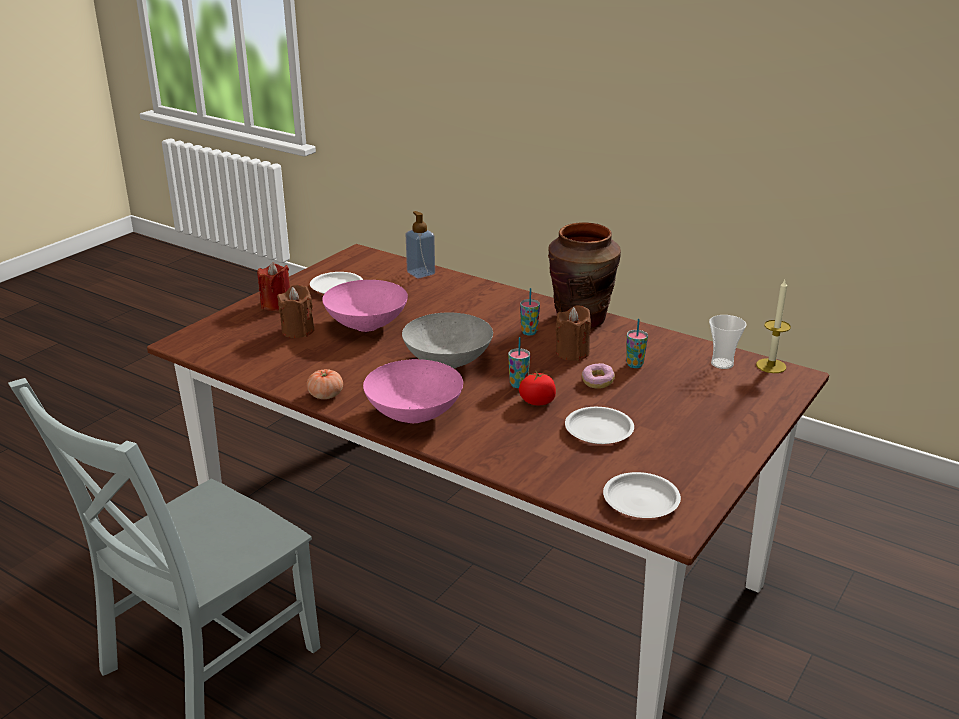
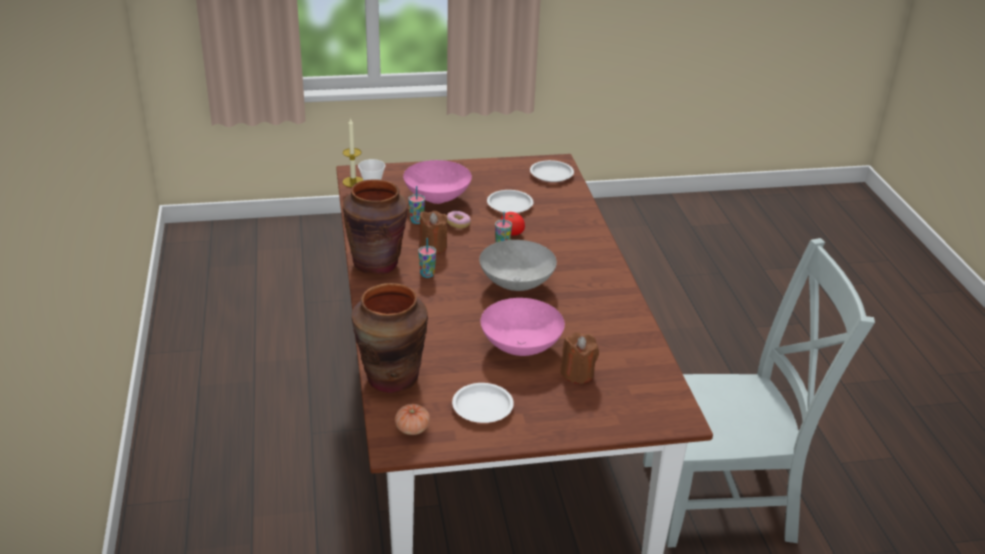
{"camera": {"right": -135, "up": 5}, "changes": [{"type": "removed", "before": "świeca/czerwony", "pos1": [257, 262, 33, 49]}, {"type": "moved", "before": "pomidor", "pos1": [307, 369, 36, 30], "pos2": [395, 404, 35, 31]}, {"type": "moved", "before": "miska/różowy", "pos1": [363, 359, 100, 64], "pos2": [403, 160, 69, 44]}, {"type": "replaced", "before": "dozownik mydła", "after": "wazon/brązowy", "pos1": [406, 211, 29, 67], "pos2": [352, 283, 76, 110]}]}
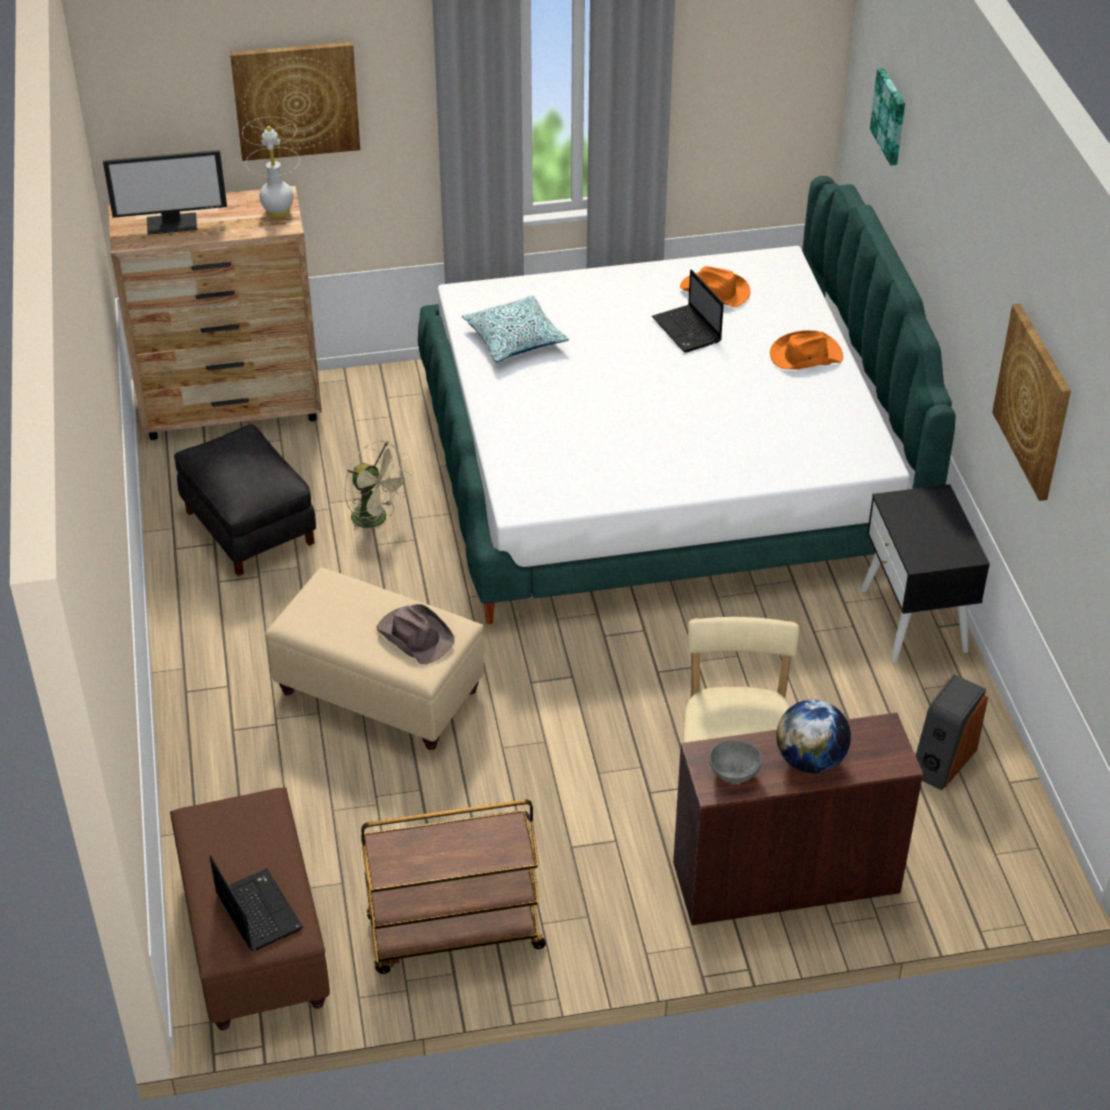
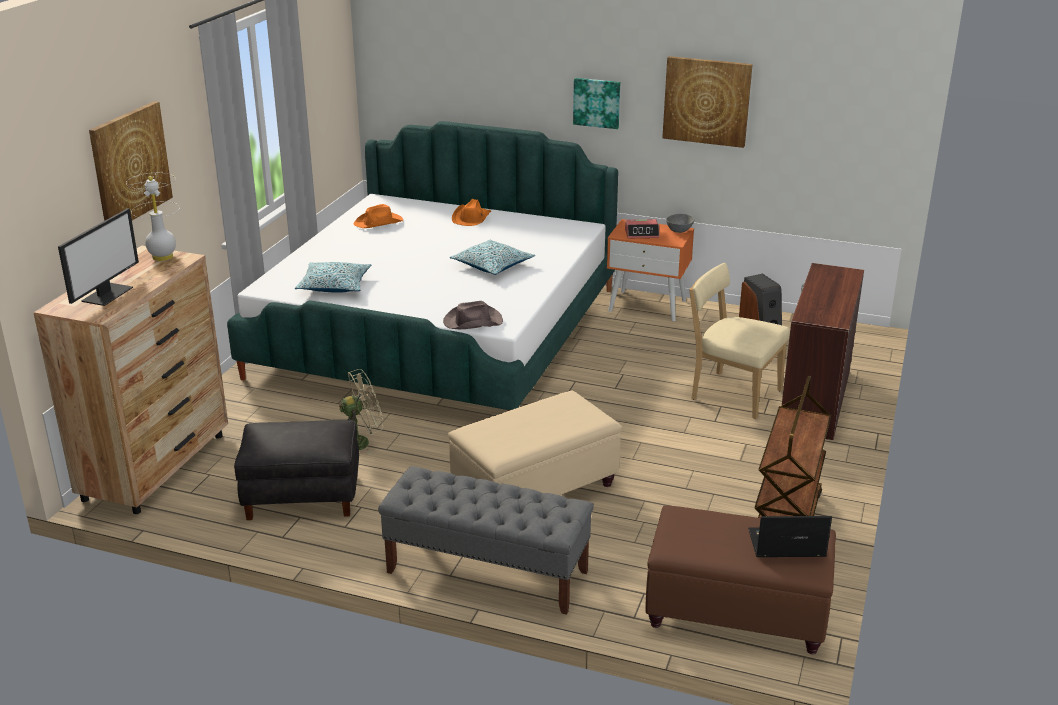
{"camera": {"right": -60, "up": -15}, "changes": [{"type": "moved", "before": "kapelusz/brązowy", "pos1": [377, 604, 77, 60], "pos2": [443, 301, 60, 28]}, {"type": "removed", "before": "laptop", "pos1": [652, 269, 72, 84]}, {"type": "moved", "before": "miska/szary", "pos1": [709, 740, 53, 43], "pos2": [666, 214, 28, 19]}, {"type": "removed", "before": "globus", "pos1": [776, 699, 75, 74]}, {"type": "recoloured", "before": "szafka nocna/czarny", "after": "szafka nocna/pomarańczowy", "pos1": [861, 484, 129, 179], "pos2": [607, 219, 87, 102]}, {"type": "moved", "before": "obraz", "pos1": [870, 68, 35, 98], "pos2": [573, 78, 47, 51]}, {"type": "added", "after": "ławka/szary", "pos2": [378, 466, 216, 149]}, {"type": "added", "after": "poduszka", "pos2": [450, 240, 85, 35]}, {"type": "added", "after": "budzik", "pos2": [625, 219, 35, 20]}]}
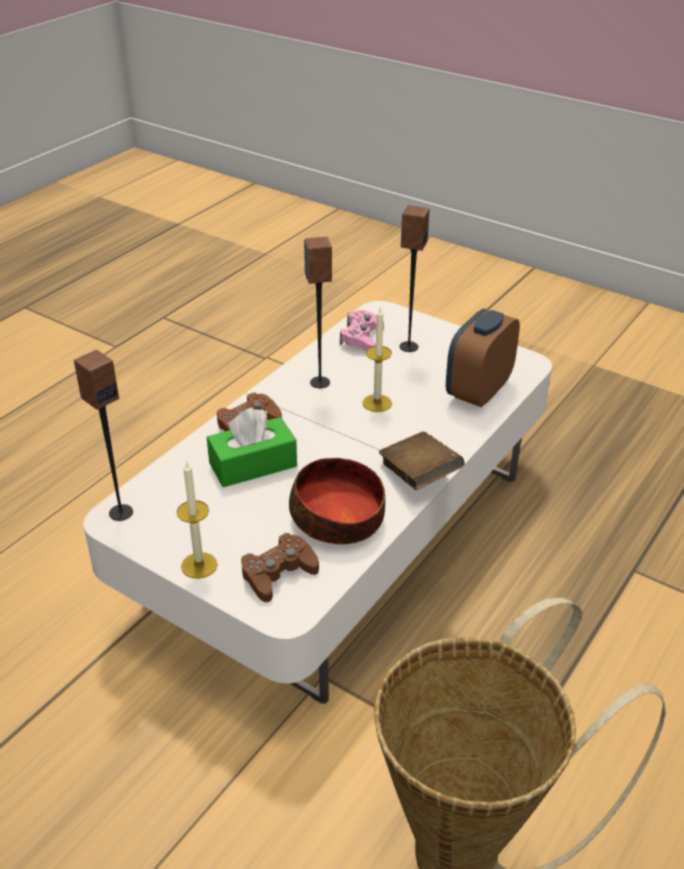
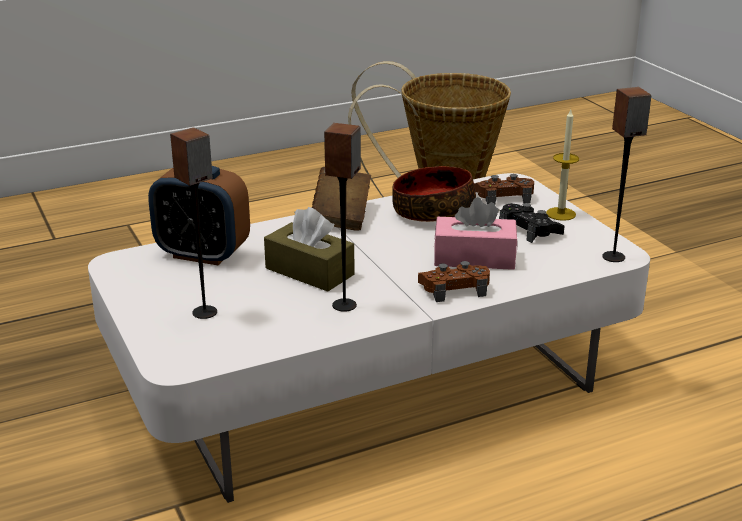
{"camera": {"right": -150, "up": -10}, "changes": [{"type": "recoloured", "before": "pudełko chusteczek/zielony", "after": "pudełko chusteczek/różowy", "pos1": [207, 408, 90, 79], "pos2": [434, 197, 83, 73]}, {"type": "removed", "before": "pad do gier/różowy", "pos1": [340, 310, 44, 41]}, {"type": "replaced", "before": "świeca", "after": "pudełko chusteczek/brązowy", "pos1": [362, 308, 30, 104], "pos2": [264, 207, 91, 85]}, {"type": "turned", "before": "budzik", "pos1": [446, 309, 74, 98], "pos2": [148, 166, 102, 99], "turn": 45}, {"type": "added", "after": "pad do gier/czarny", "pos2": [499, 203, 66, 40]}]}
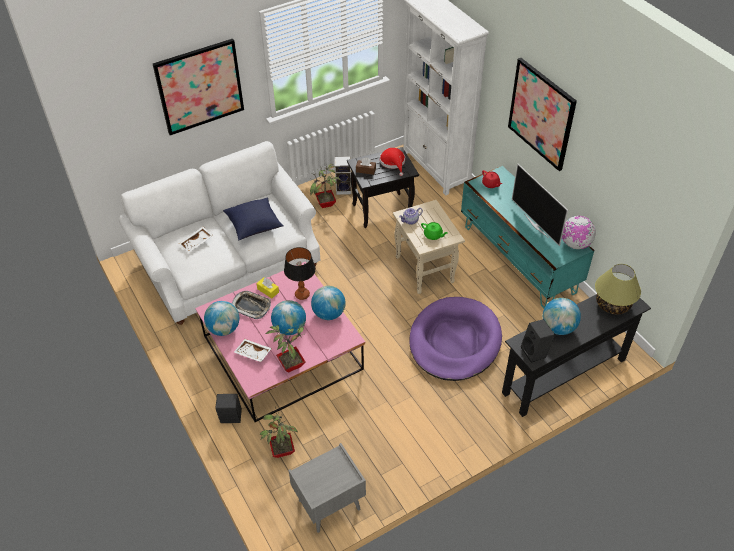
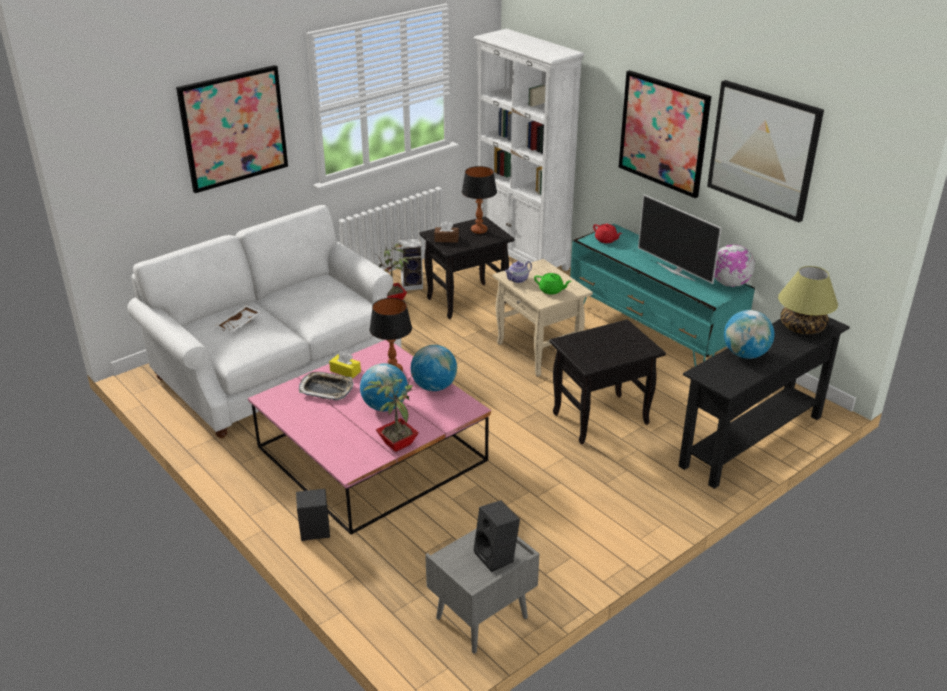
{"camera": {"right": -10, "up": -15}, "changes": [{"type": "removed", "before": "globus", "pos1": [204, 301, 35, 35]}, {"type": "removed", "before": "poduszka/niebieski", "pos1": [223, 198, 61, 42]}, {"type": "removed", "before": "taca/biały", "pos1": [234, 339, 38, 23]}, {"type": "removed", "before": "roślina doniczkowa", "pos1": [260, 408, 38, 50]}, {"type": "replaced", "before": "kapelusz/czerwony", "after": "lampa stołowa", "pos1": [380, 148, 25, 28], "pos2": [462, 166, 35, 68]}, {"type": "replaced", "before": "legowisko/fioletowy", "after": "stolik/czarny", "pos1": [409, 297, 93, 84], "pos2": [550, 319, 116, 126]}, {"type": "moved", "before": "głośnik/czarny", "pos1": [521, 319, 34, 44], "pos2": [474, 500, 46, 72]}, {"type": "added", "after": "obraz", "pos2": [707, 80, 117, 142]}]}
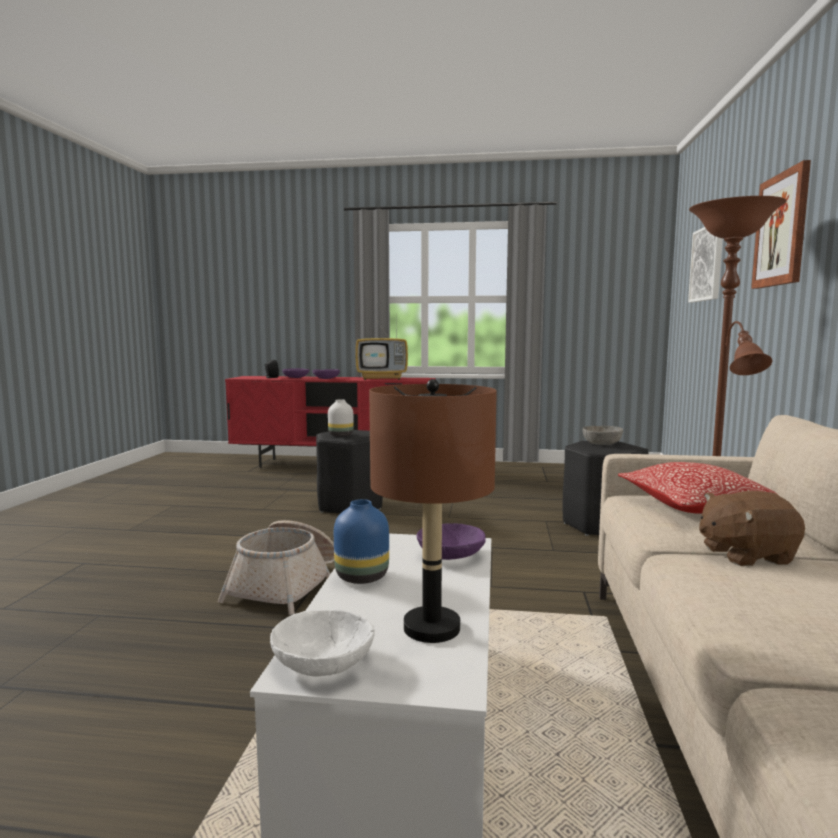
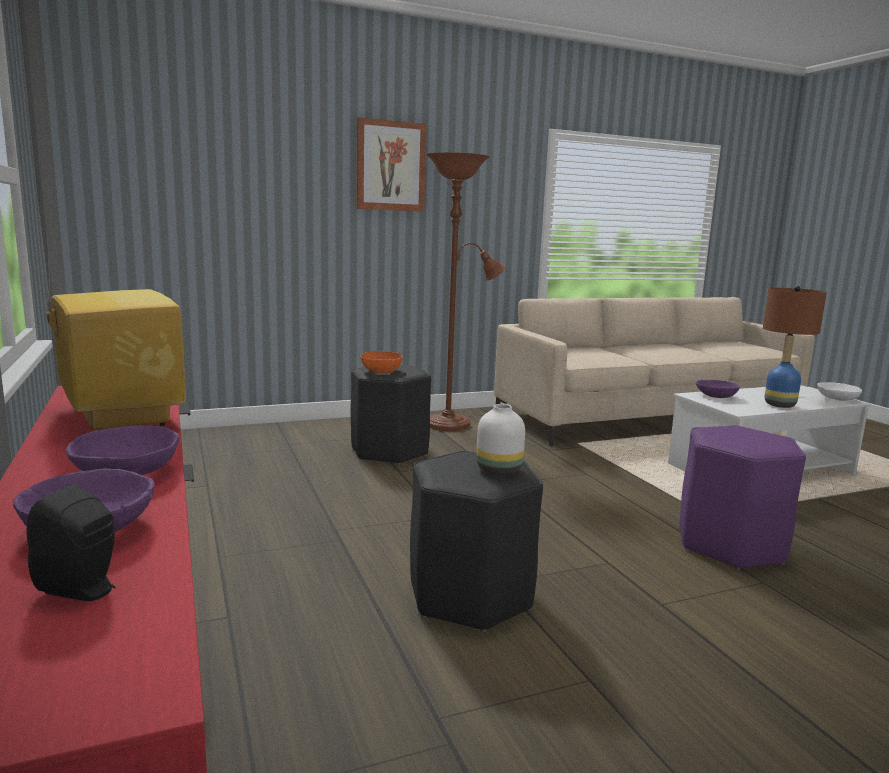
{"camera": {"right": -120, "up": 5}, "changes": [{"type": "replaced", "before": "koszyk", "after": "stołek/fioletowy", "pos1": [218, 520, 116, 95], "pos2": [680, 426, 126, 144]}, {"type": "recoloured", "before": "miska/szary", "after": "miska/pomarańczowy", "pos1": [583, 426, 40, 19], "pos2": [360, 351, 42, 23]}, {"type": "removed", "before": "poduszka", "pos1": [618, 462, 160, 52]}, {"type": "removed", "before": "obraz", "pos1": [688, 227, 35, 75]}, {"type": "removed", "before": "pluszak/brązowy", "pos1": [699, 491, 106, 75]}]}
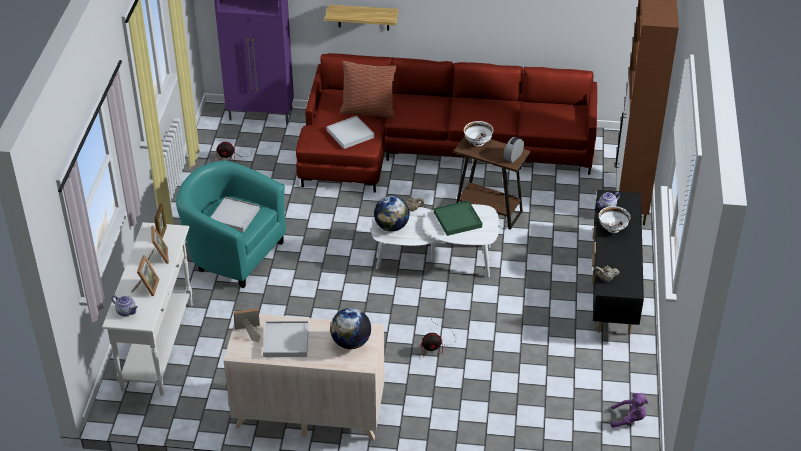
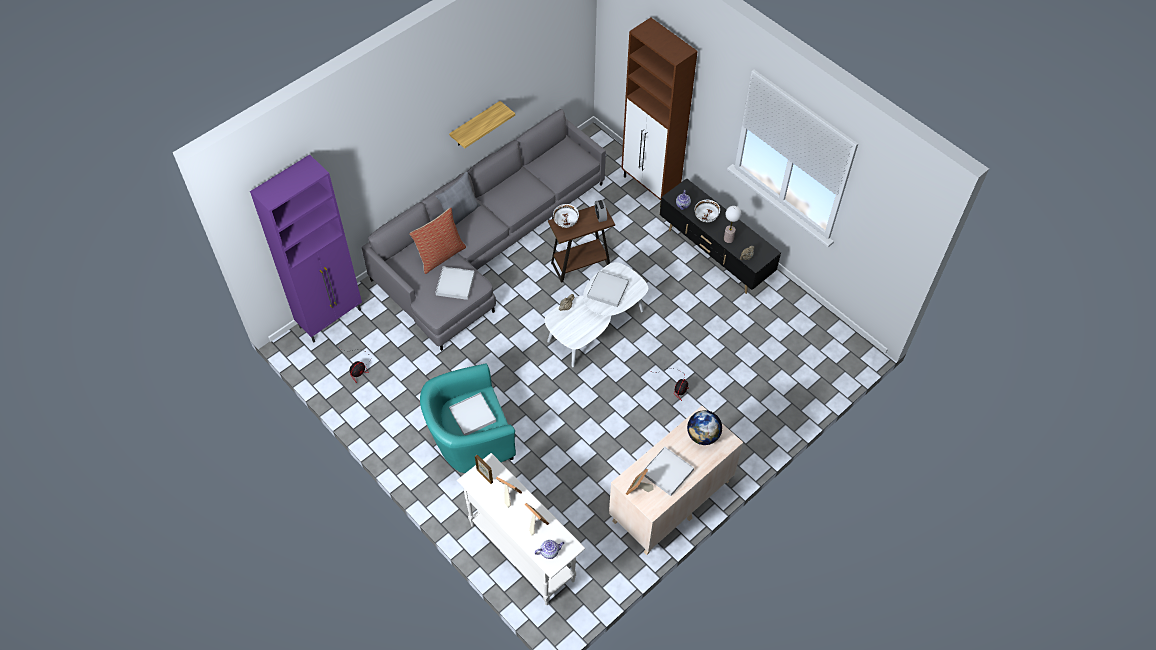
{"camera": {"right": -50, "up": 15}, "changes": [{"type": "recoloured", "before": "kanapa/czerwony", "after": "kanapa/szary", "pos1": [296, 53, 301, 140], "pos2": [362, 109, 244, 242]}, {"type": "moved", "before": "półka", "pos1": [325, 5, 74, 26], "pos2": [449, 101, 66, 48]}, {"type": "removed", "before": "globus", "pos1": [374, 196, 36, 36]}, {"type": "recoloured", "before": "taca/zielony", "after": "taca/biały", "pos1": [434, 200, 48, 36], "pos2": [587, 270, 42, 37]}, {"type": "removed", "before": "pluszak/fioletowy", "pos1": [610, 393, 38, 35]}, {"type": "added", "after": "poduszka/szary", "pos2": [436, 172, 44, 53]}, {"type": "added", "after": "lampa stołowa", "pos2": [724, 206, 17, 37]}]}
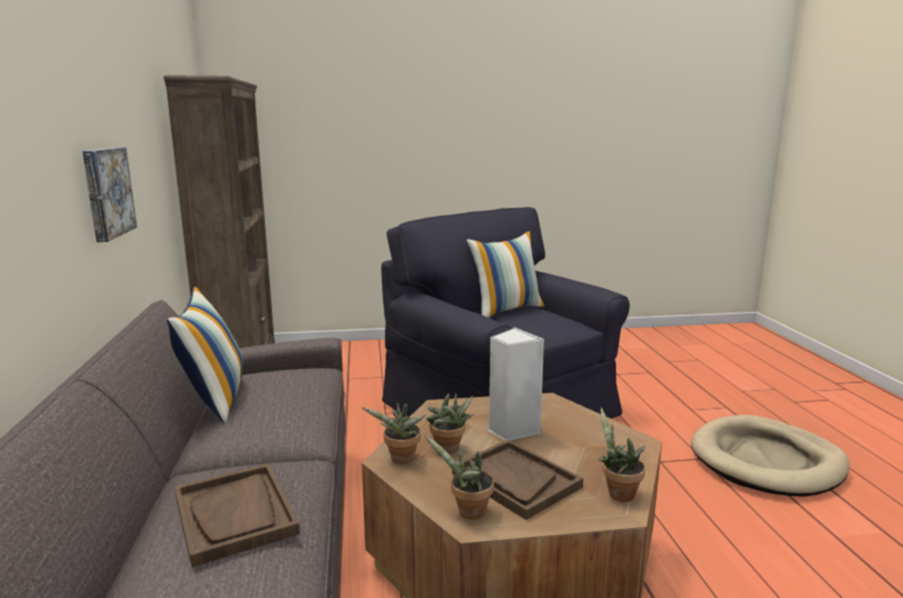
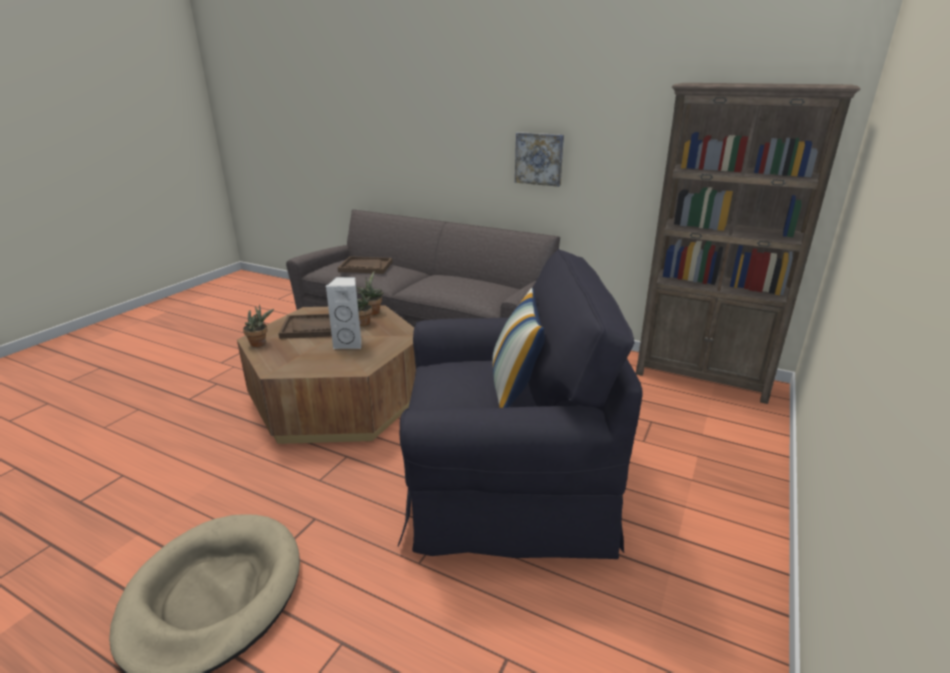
{"camera": {"right": 125, "up": 10}, "changes": [{"type": "removed", "before": "poduszka", "pos1": [167, 286, 76, 137]}, {"type": "removed", "before": "roślina doniczkowa", "pos1": [425, 435, 69, 85]}]}
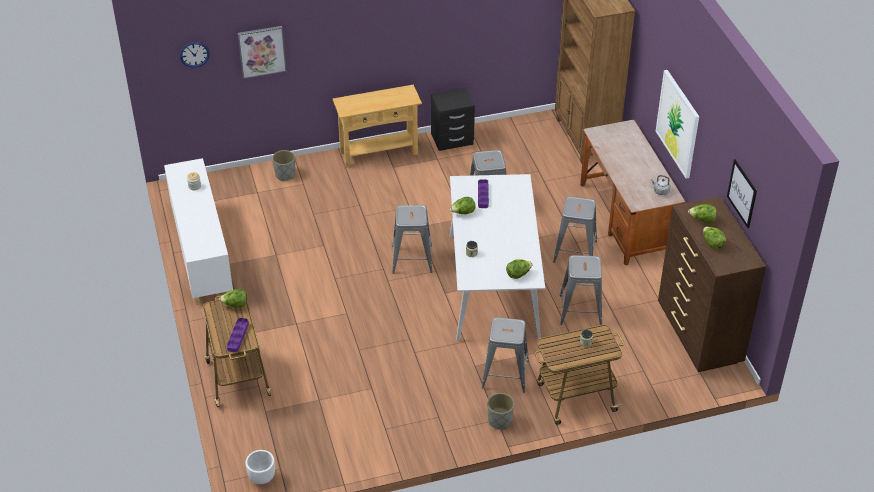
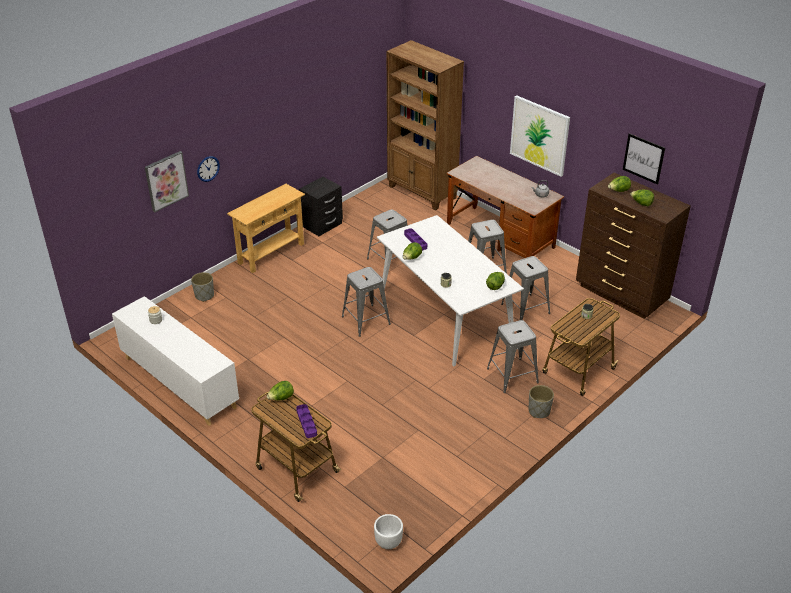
{"camera": {"right": -30, "up": -5}, "changes": [{"type": "moved", "before": "zegar ścienny", "pos1": [180, 42, 30, 25], "pos2": [197, 156, 23, 26]}]}
